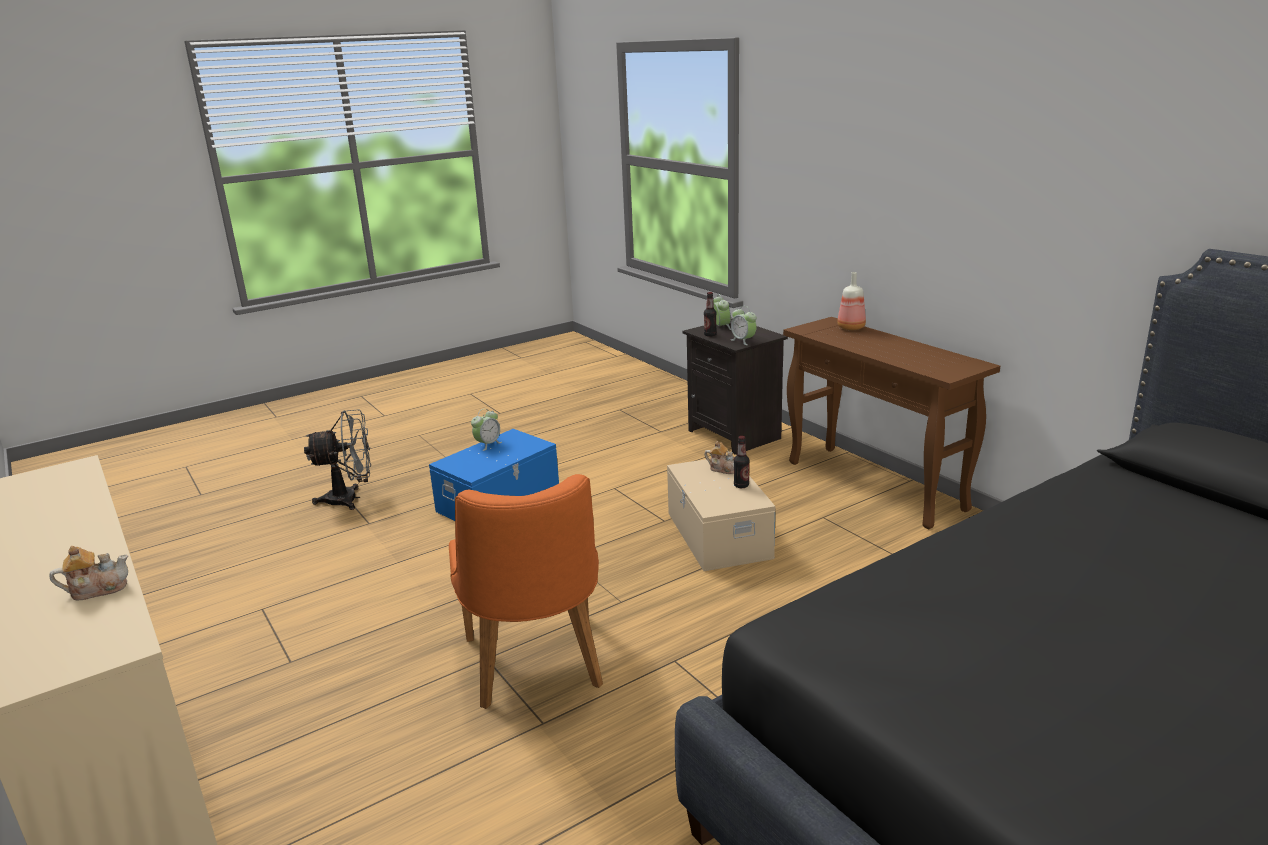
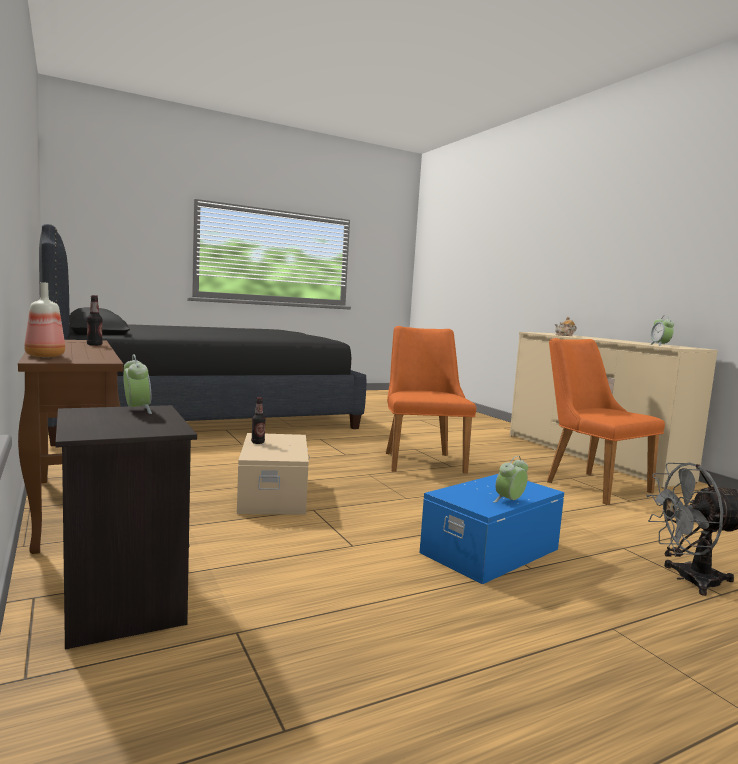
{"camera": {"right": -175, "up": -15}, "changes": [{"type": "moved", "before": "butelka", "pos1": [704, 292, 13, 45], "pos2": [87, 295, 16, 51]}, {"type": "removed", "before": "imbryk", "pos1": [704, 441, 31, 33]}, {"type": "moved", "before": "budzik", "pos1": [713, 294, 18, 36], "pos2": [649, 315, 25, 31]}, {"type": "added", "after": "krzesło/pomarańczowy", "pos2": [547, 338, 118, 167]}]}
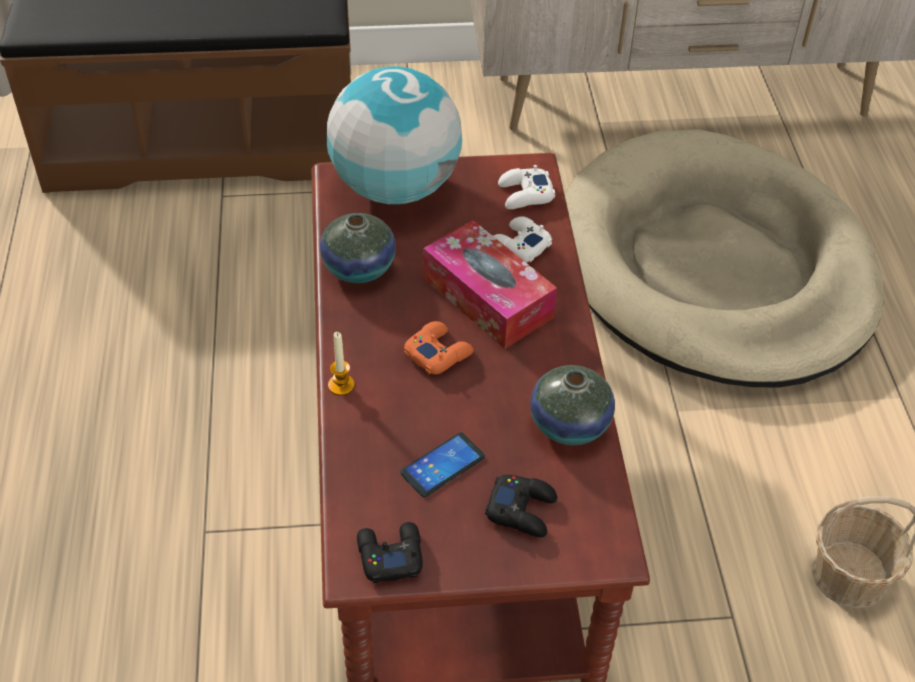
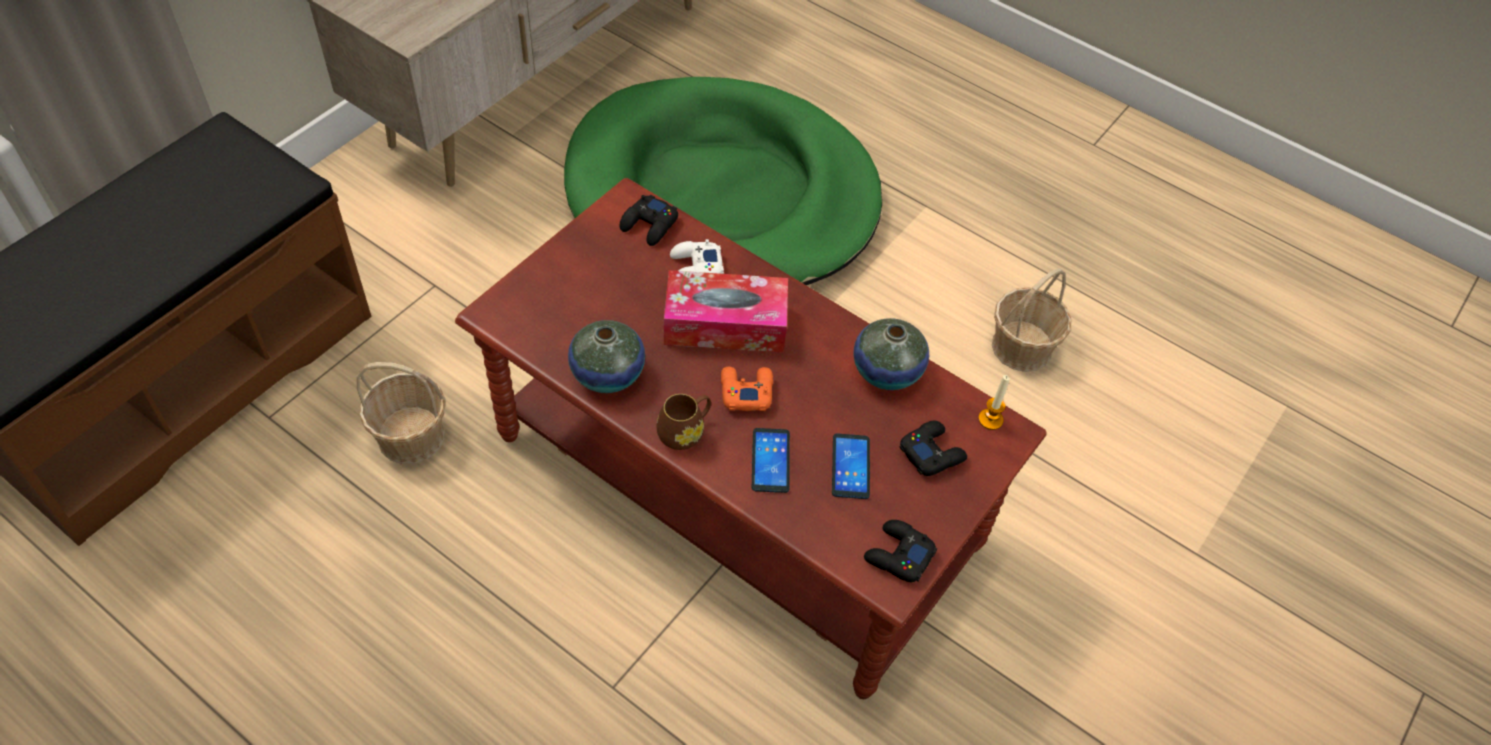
{"camera": {"right": -50, "up": 5}, "changes": [{"type": "removed", "before": "globus", "pos1": [327, 66, 135, 138]}, {"type": "moved", "before": "świeca", "pos1": [328, 332, 27, 64], "pos2": [978, 375, 32, 55]}, {"type": "recoloured", "before": "pad do gier/biały", "after": "pad do gier/czarny", "pos1": [498, 165, 57, 44], "pos2": [620, 195, 58, 51]}, {"type": "recoloured", "before": "legowisko/beżowy", "after": "legowisko/zielony", "pos1": [565, 129, 319, 259], "pos2": [564, 77, 318, 208]}, {"type": "added", "after": "koszyk", "pos2": [357, 362, 88, 102]}, {"type": "added", "after": "kubek/brązowy", "pos2": [657, 394, 54, 56]}, {"type": "added", "after": "telefon", "pos2": [752, 428, 38, 65]}]}
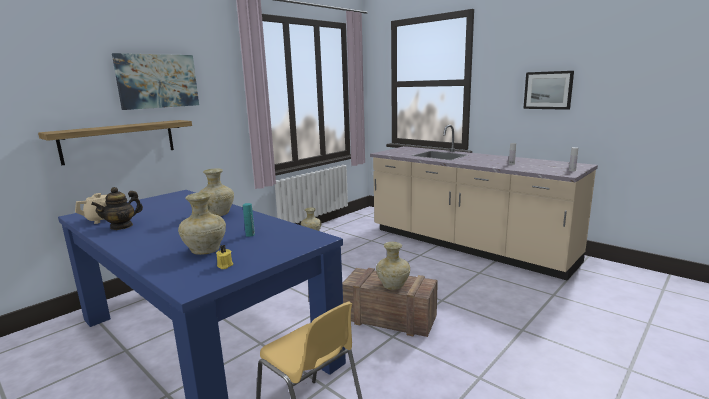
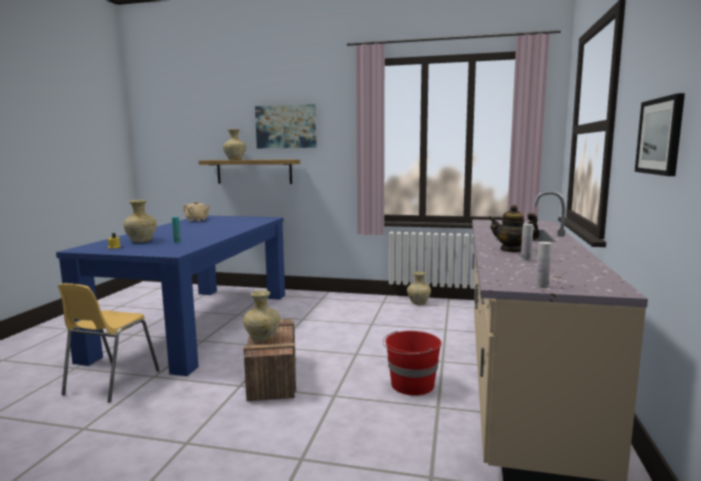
{"camera": {"right": 60, "up": -5}, "changes": [{"type": "moved", "before": "imbryk", "pos1": [91, 187, 52, 43], "pos2": [488, 205, 52, 47]}, {"type": "moved", "before": "wazon/beżowy", "pos1": [200, 168, 34, 48], "pos2": [223, 129, 23, 31]}, {"type": "added", "after": "wiadro/czerwony", "pos2": [383, 331, 58, 65]}]}
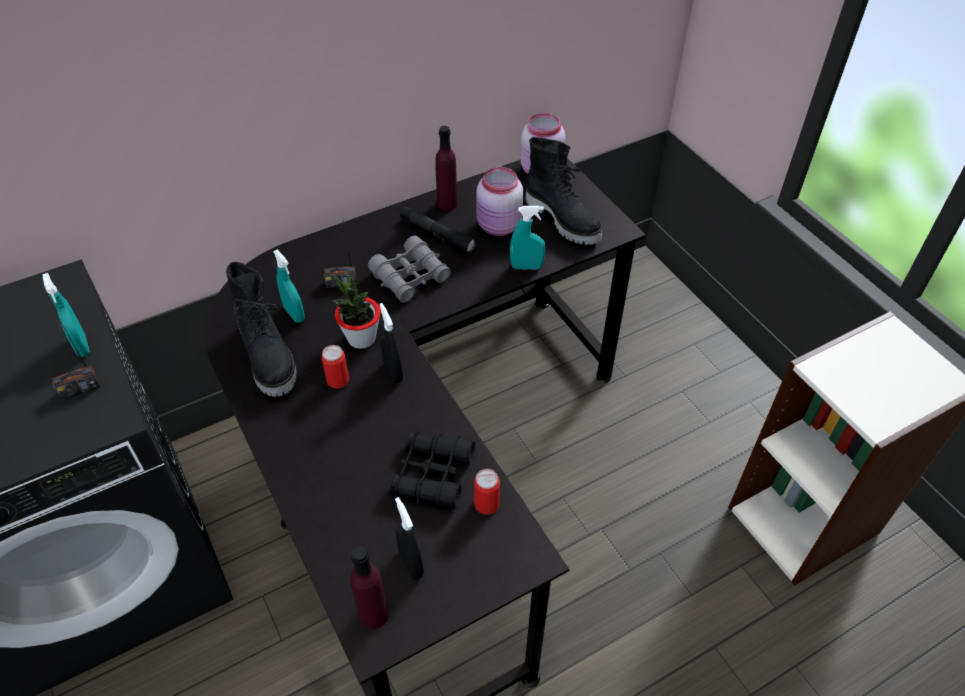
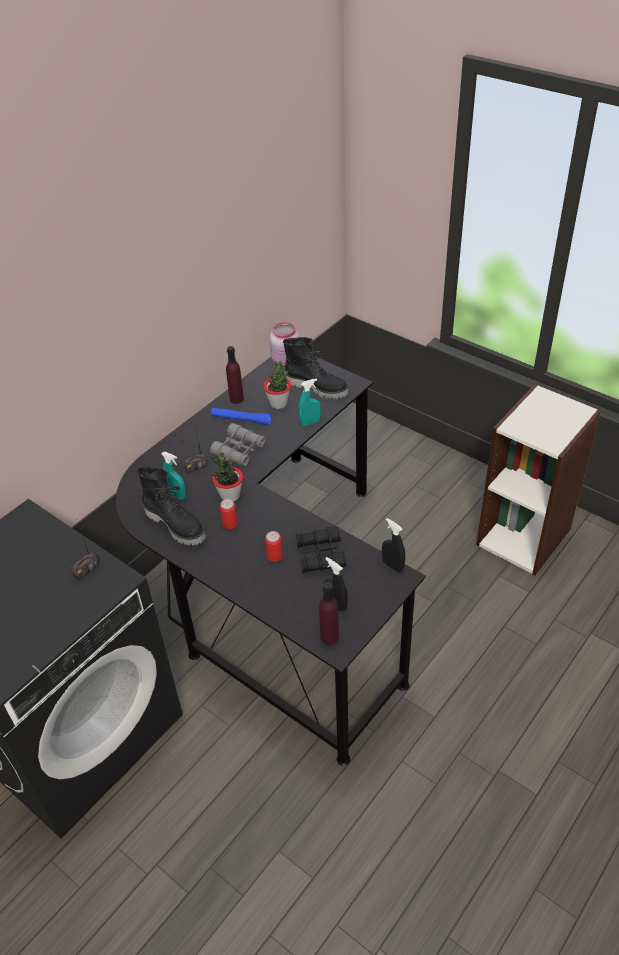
{"camera": {"right": -20, "up": -5}, "changes": [{"type": "removed", "before": "spryskiwacz/turkusowy", "pos1": [43, 273, 46, 84]}, {"type": "moved", "before": "spryskiwacz/czarny", "pos1": [379, 303, 24, 81], "pos2": [382, 518, 23, 54]}, {"type": "recoloured", "before": "latarka/czarny", "after": "latarka/niebieski", "pos1": [400, 206, 77, 48], "pos2": [211, 408, 60, 17]}, {"type": "moved", "before": "puszka", "pos1": [474, 469, 26, 46], "pos2": [265, 531, 18, 31]}, {"type": "replaced", "before": "słoik/różowy", "after": "roślina doniczkowa", "pos1": [476, 167, 47, 69], "pos2": [263, 361, 28, 48]}]}
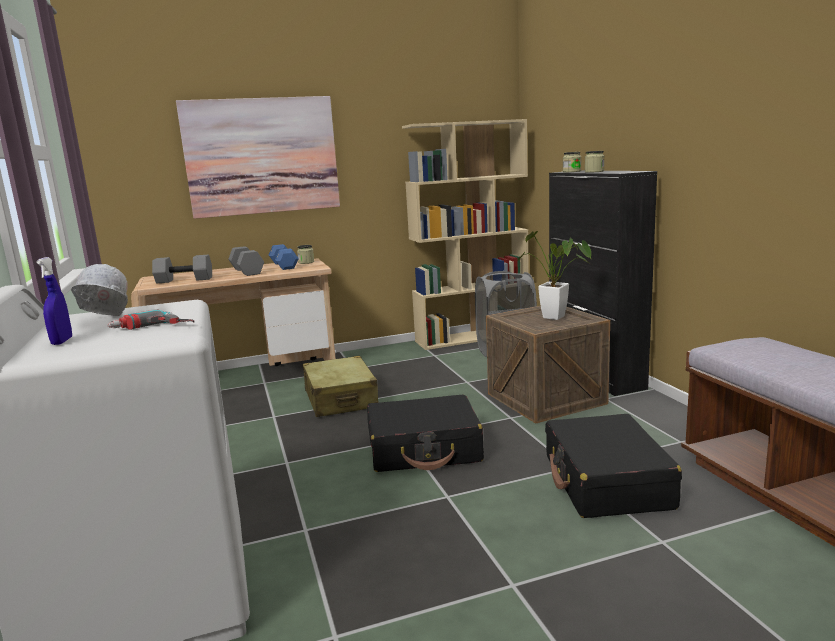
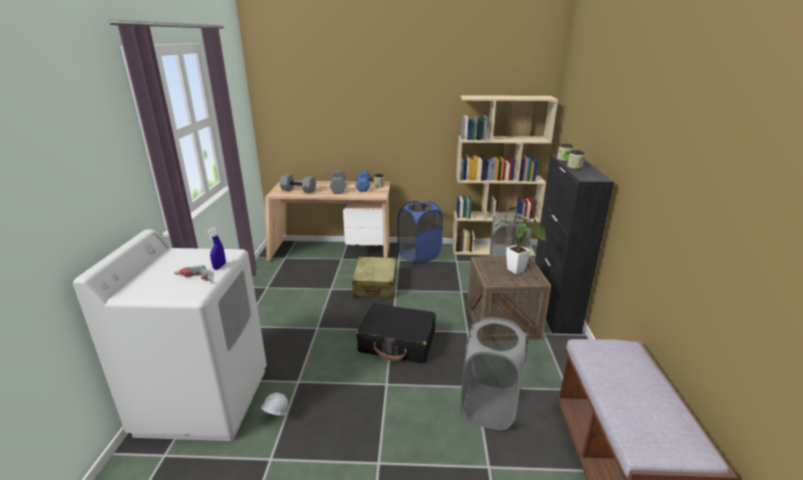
{"camera": {"right": 20, "up": 10}, "changes": [{"type": "moved", "before": "spryskiwacz/niebieski", "pos1": [36, 257, 36, 88], "pos2": [207, 227, 19, 43]}, {"type": "moved", "before": "kask/biały", "pos1": [71, 264, 57, 53], "pos2": [261, 392, 27, 24]}, {"type": "removed", "before": "obraz", "pos1": [176, 96, 164, 123]}, {"type": "replaced", "before": "walizka/czarny", "after": "kosz na pranie/szary", "pos1": [545, 414, 137, 104], "pos2": [461, 317, 67, 113]}, {"type": "added", "after": "kosz na pranie/niebieski", "pos2": [397, 201, 46, 62]}]}
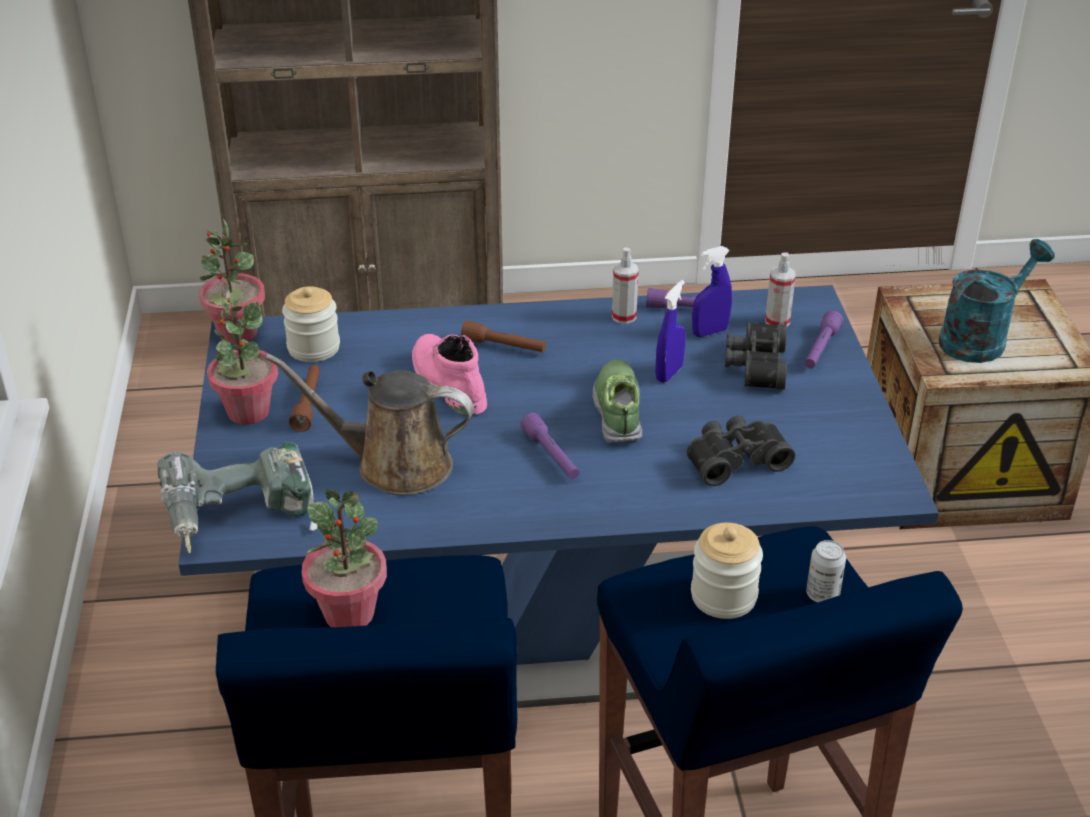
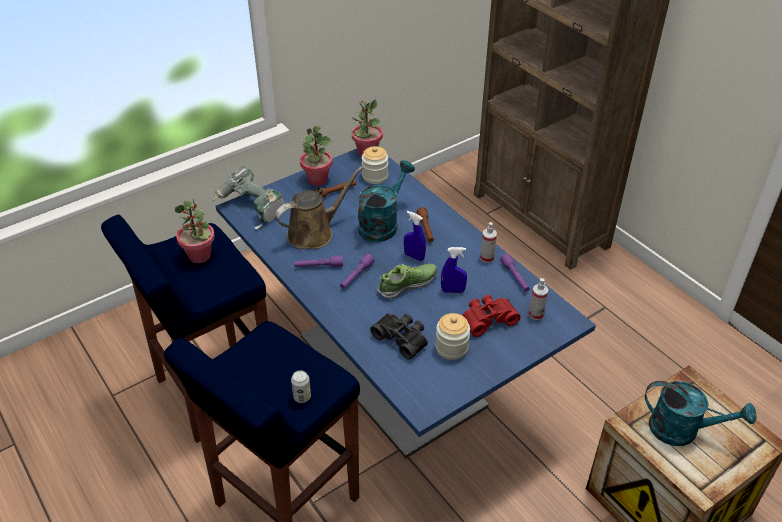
{"camera": {"right": 60, "up": 5}, "changes": [{"type": "turned", "before": "konewka/brązowy", "pos1": [265, 353, 209, 142], "pos2": [275, 166, 88, 83], "turn": 75}, {"type": "replaced", "before": "but z cholewką/różowy", "after": "konewka/turkusowy", "pos1": [412, 334, 75, 81], "pos2": [358, 160, 57, 82]}, {"type": "moved", "before": "słoik", "pos1": [691, 523, 72, 96], "pos2": [436, 313, 34, 47]}, {"type": "moved", "before": "spryskiwacz/niebieski", "pos1": [692, 246, 40, 91], "pos2": [404, 211, 22, 50]}, {"type": "recoloured", "before": "lornetka/czarny", "after": "lornetka/czerwony", "pos1": [725, 322, 62, 68], "pos2": [462, 295, 59, 42]}, {"type": "moved", "before": "latarka/fioletowy", "pos1": [805, 310, 38, 58], "pos2": [294, 255, 49, 12]}]}
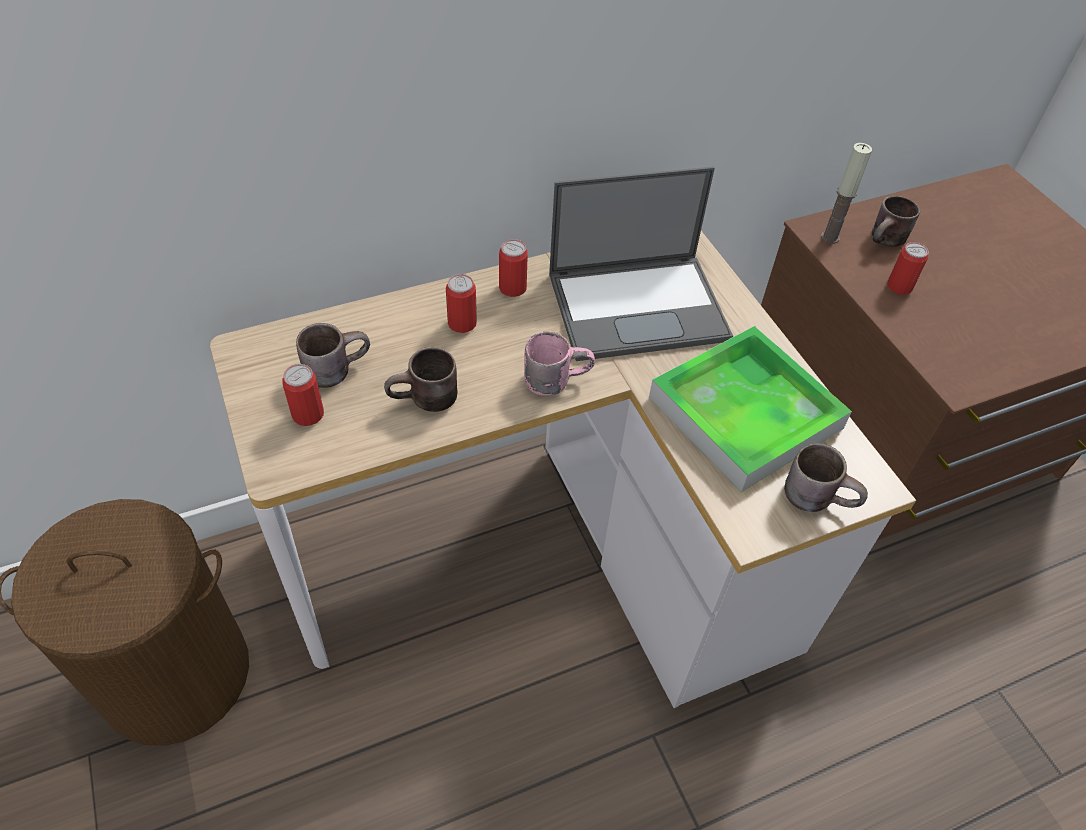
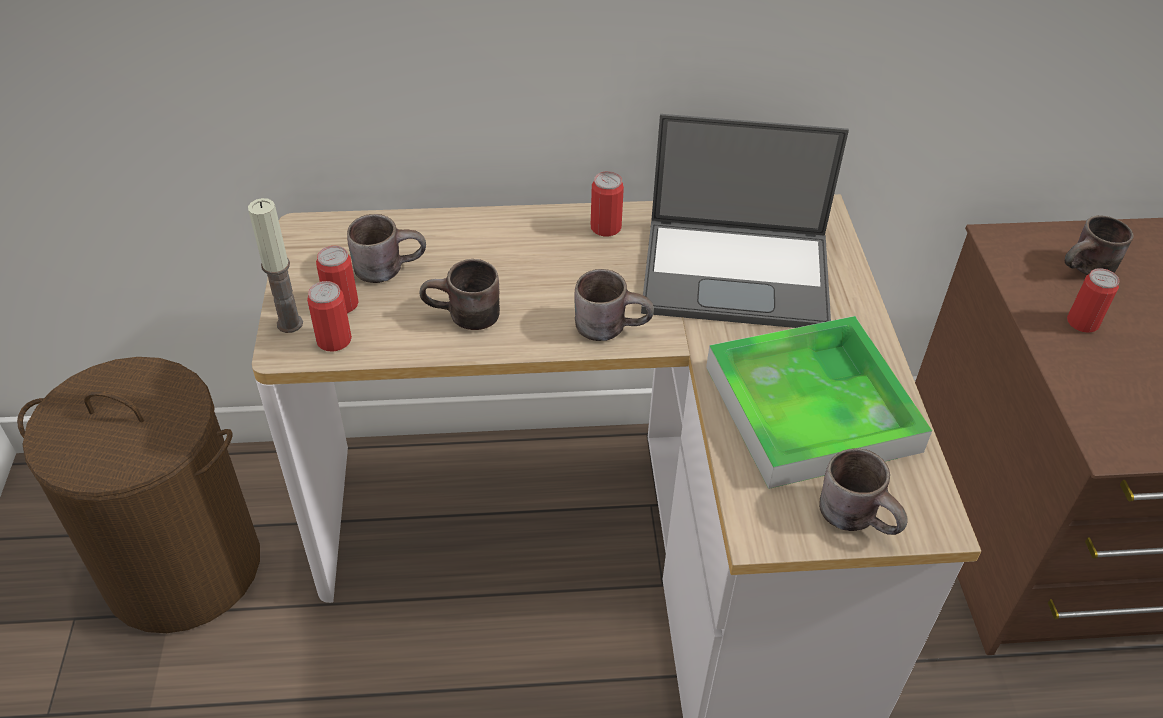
{"camera": {"right": 20, "up": -5}, "changes": [{"type": "moved", "before": "puszka", "pos1": [446, 274, 31, 59], "pos2": [307, 281, 45, 70]}, {"type": "recoloured", "before": "kubek/różowy", "after": "kubek/brązowy", "pos1": [524, 331, 71, 65], "pos2": [574, 269, 80, 72]}, {"type": "moved", "before": "świeca", "pos1": [821, 143, 51, 101], "pos2": [248, 198, 55, 135]}]}
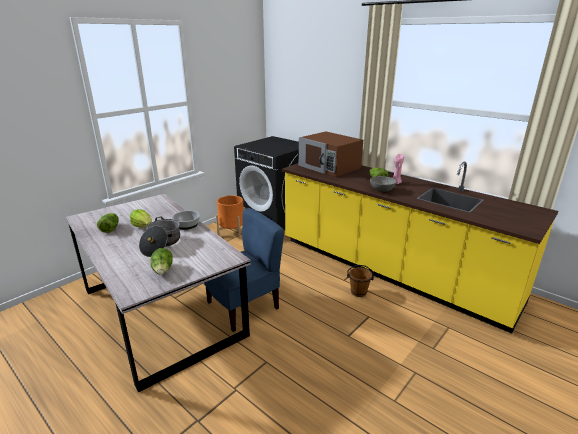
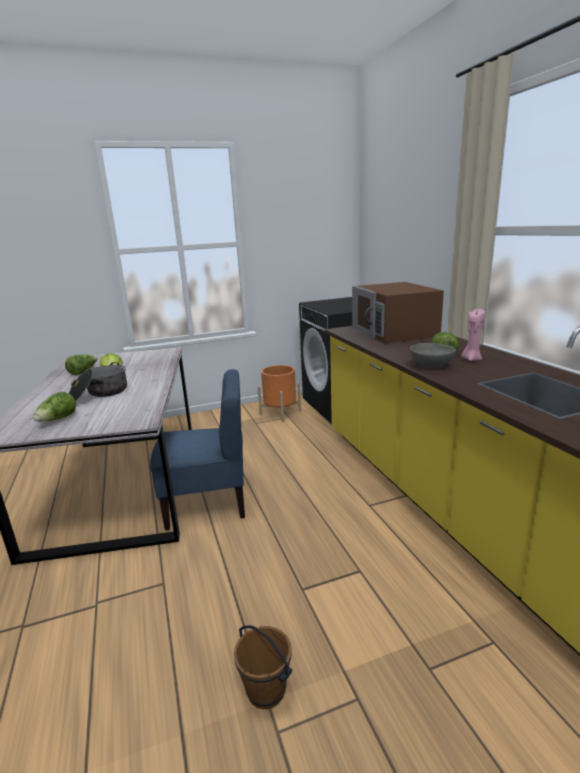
{"camera": {"right": 30, "up": -5}, "changes": [{"type": "removed", "before": "miska", "pos1": [172, 211, 28, 19]}, {"type": "moved", "before": "wiadro/brązowy", "pos1": [347, 265, 27, 32], "pos2": [234, 625, 58, 84]}]}
